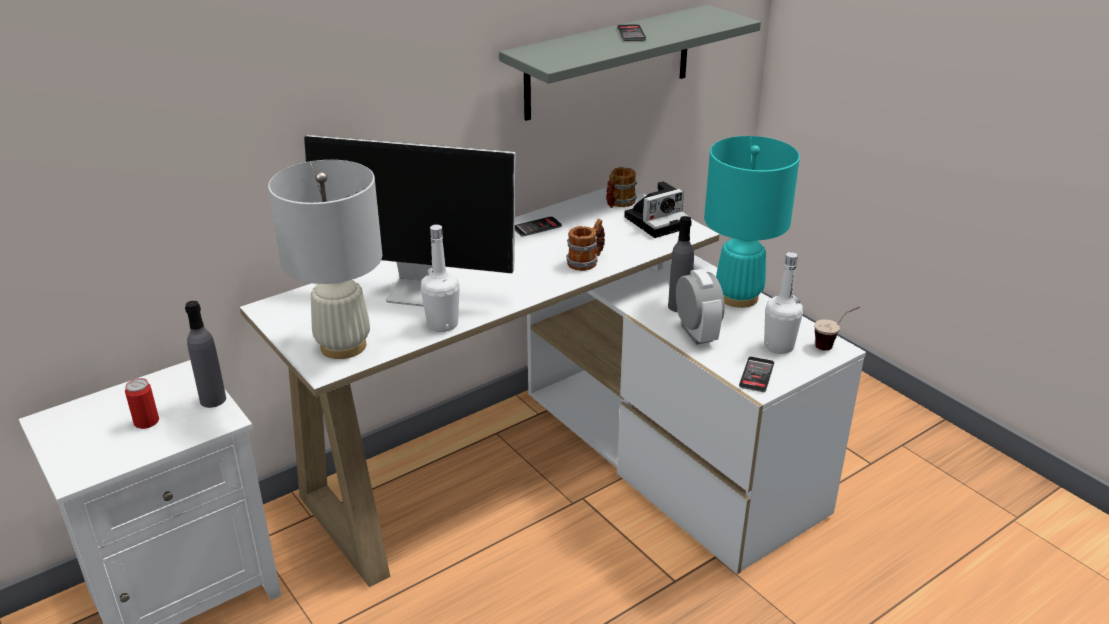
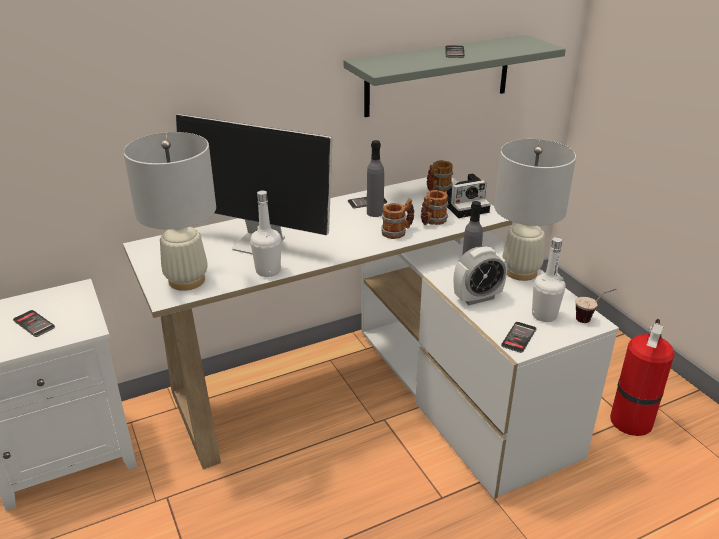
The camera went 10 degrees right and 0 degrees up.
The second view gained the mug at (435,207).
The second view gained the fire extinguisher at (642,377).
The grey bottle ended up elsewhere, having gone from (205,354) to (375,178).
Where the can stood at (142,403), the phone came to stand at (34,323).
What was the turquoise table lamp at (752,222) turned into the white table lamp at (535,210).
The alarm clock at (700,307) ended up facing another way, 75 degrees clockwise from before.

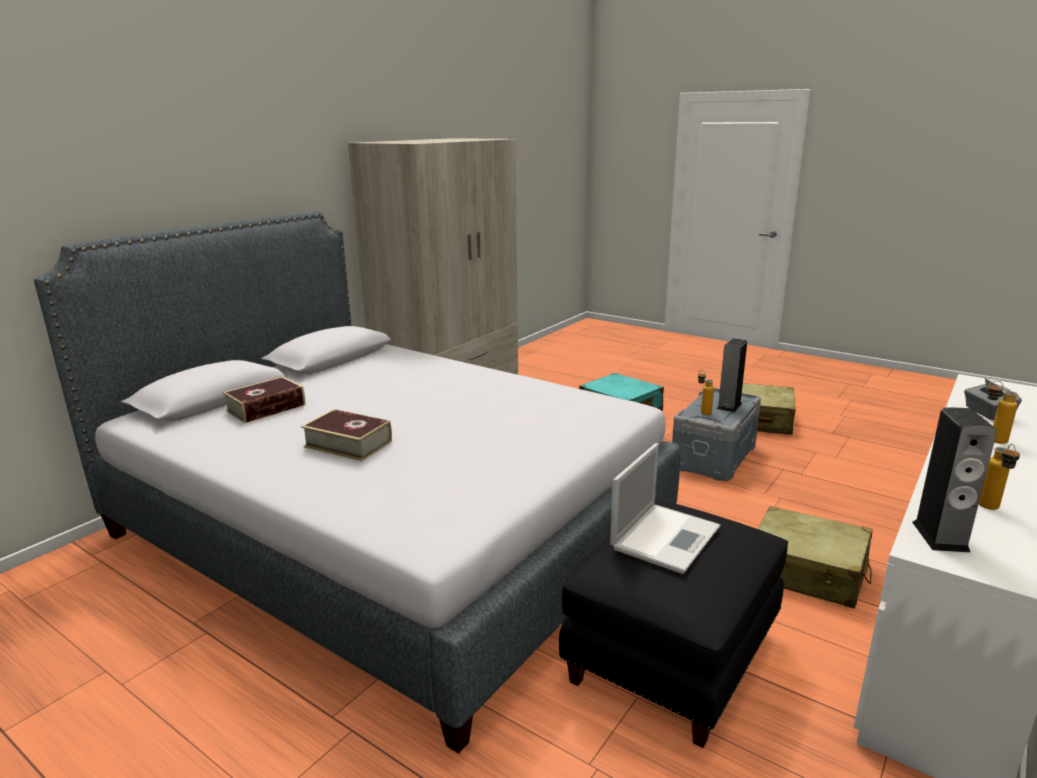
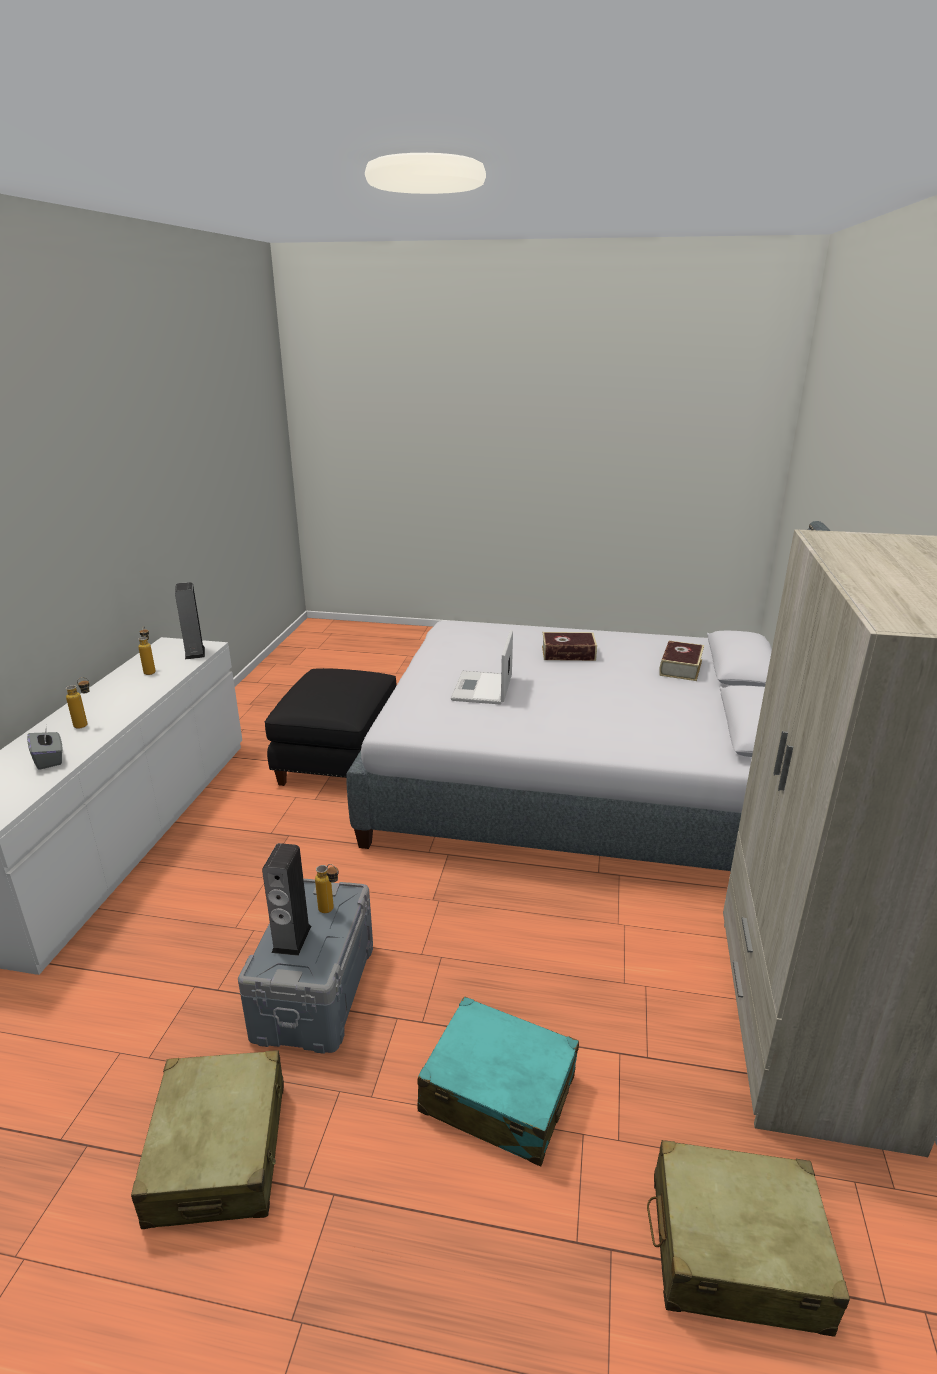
The camera went 155 degrees right and 5 degrees up.
The laptop ended up elsewhere, having gone from (665,508) to (482,667).
The beige suitcase ended up elsewhere, having gone from (815,557) to (748,1238).

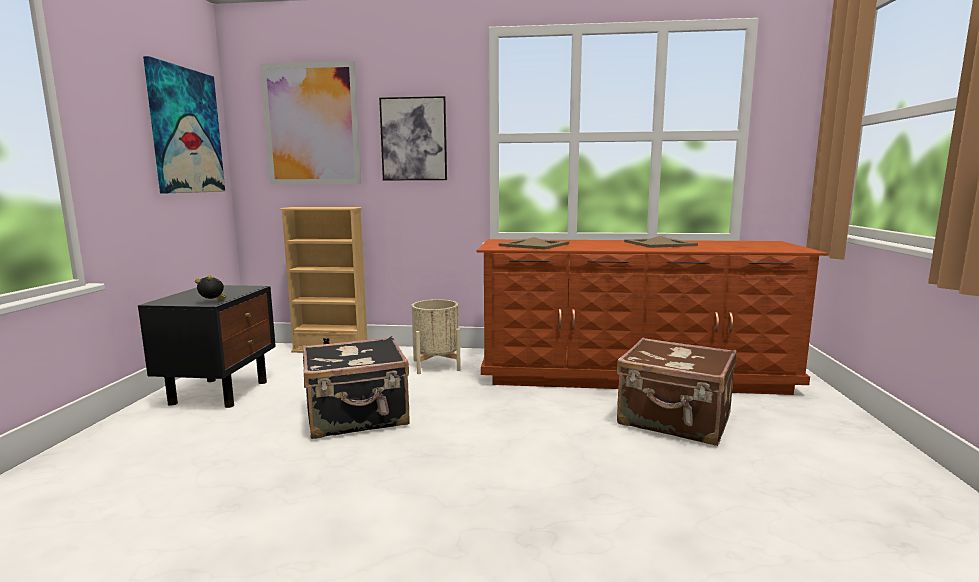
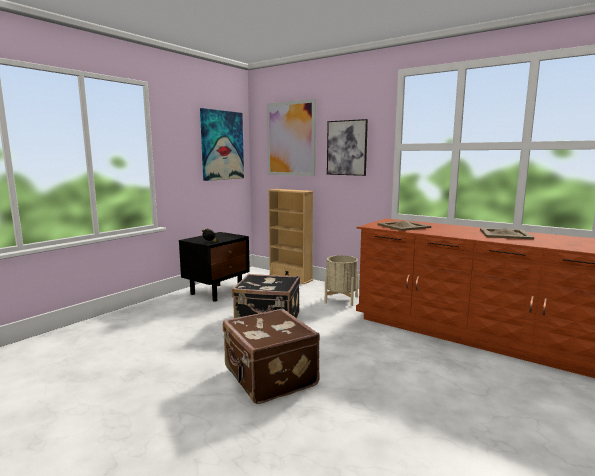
The camera went 30 degrees right and 0 degrees up.
The brown suitcase ended up elsewhere, having gone from (676,391) to (271,356).

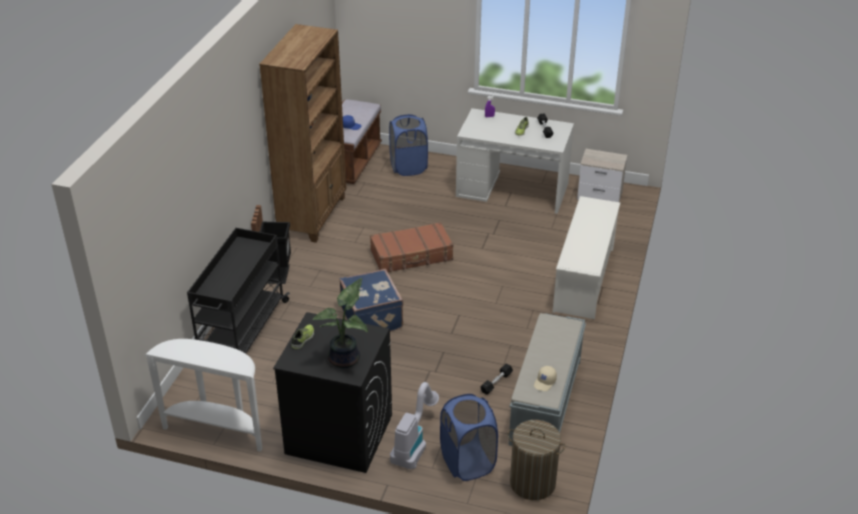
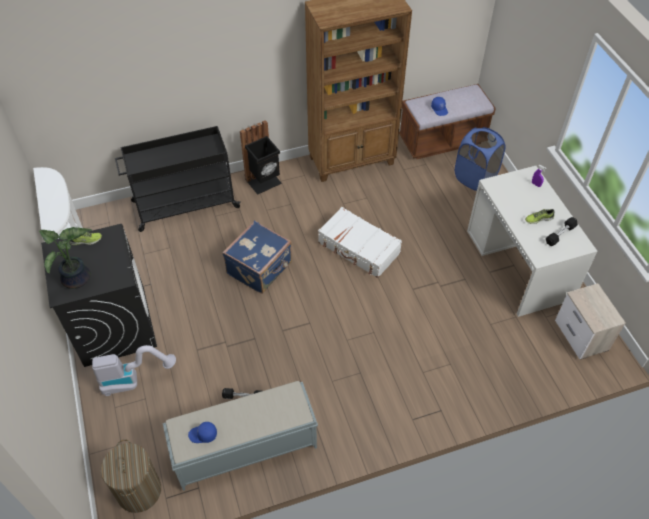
The camera went 55 degrees right and 15 degrees up.
The second view lost the blue laundry basket at (469,437).
The second view lost the white shoe rack at (586,257).
What was the brown suitcase at (411,247) turned into the white suitcase at (360,242).
What was the beige cap at (545,378) turned into the blue cap at (202,432).

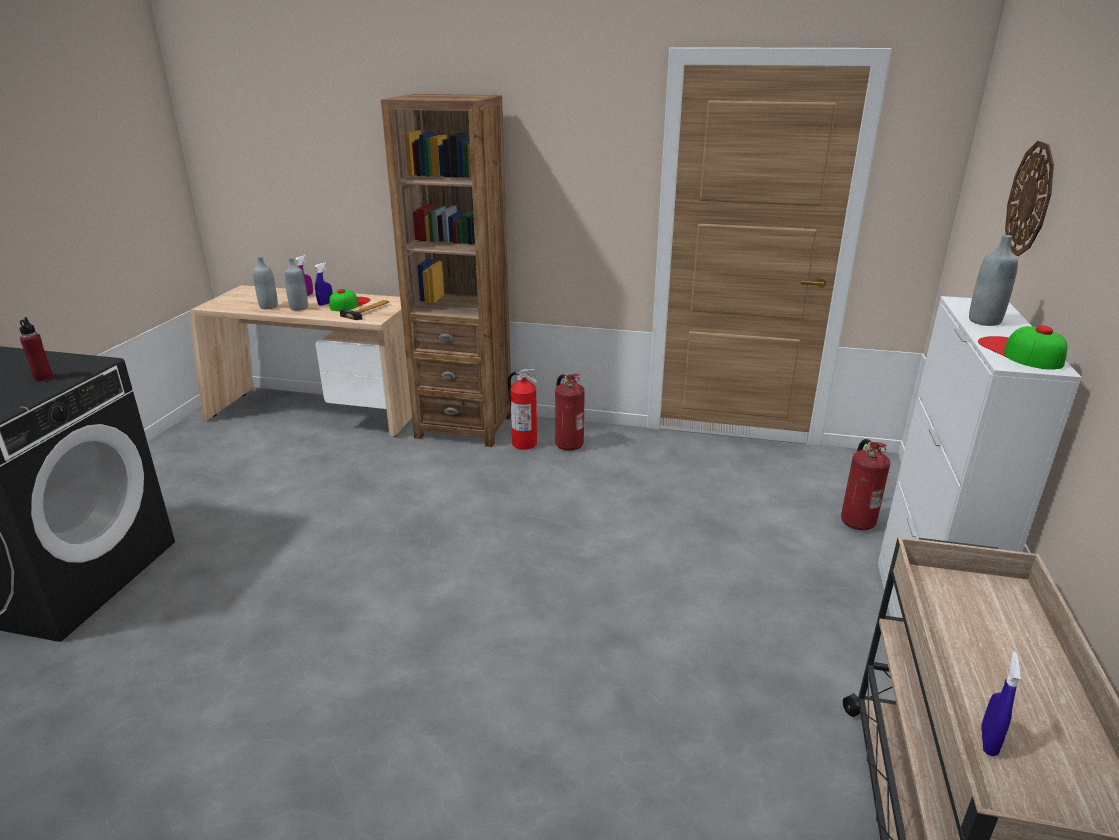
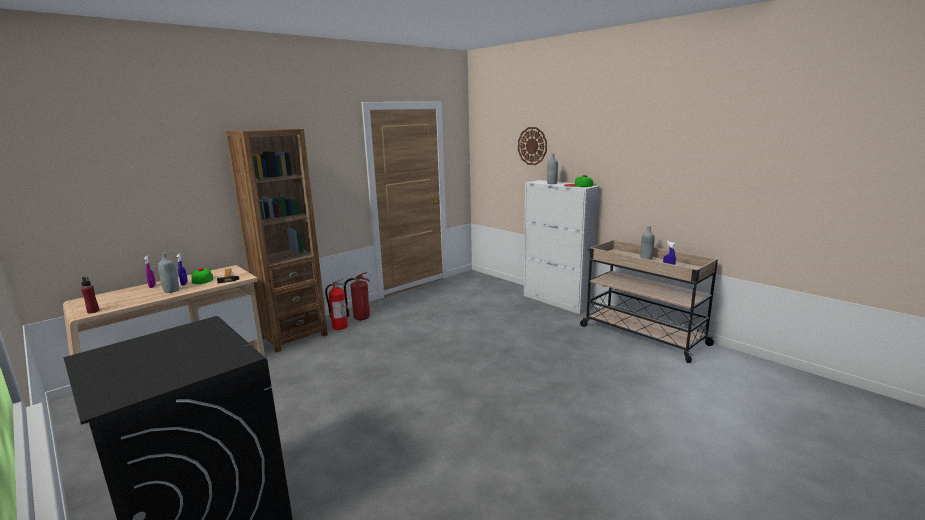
The camera went 55 degrees left and 10 degrees down.
The second view lost the fire extinguisher at (865,484).
The red bottle ended up elsewhere, having gone from (36,349) to (90,295).
The grey bottle ended up elsewhere, having gone from (265,282) to (647,243).

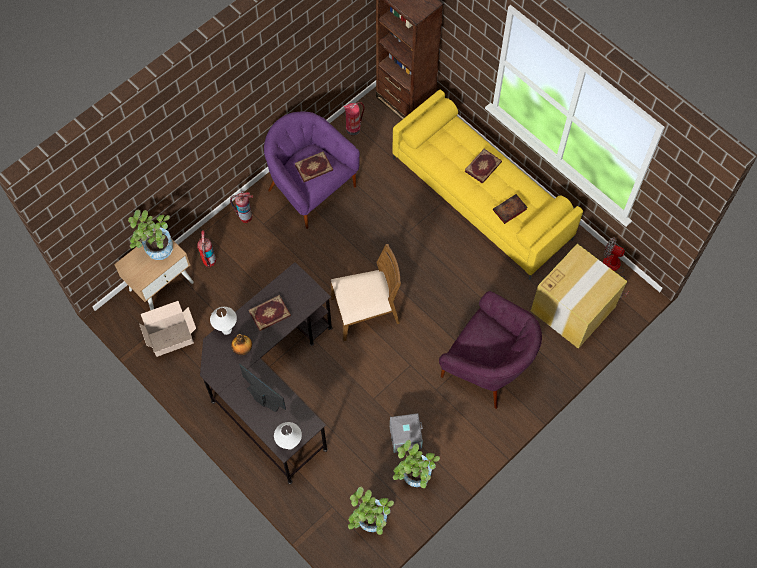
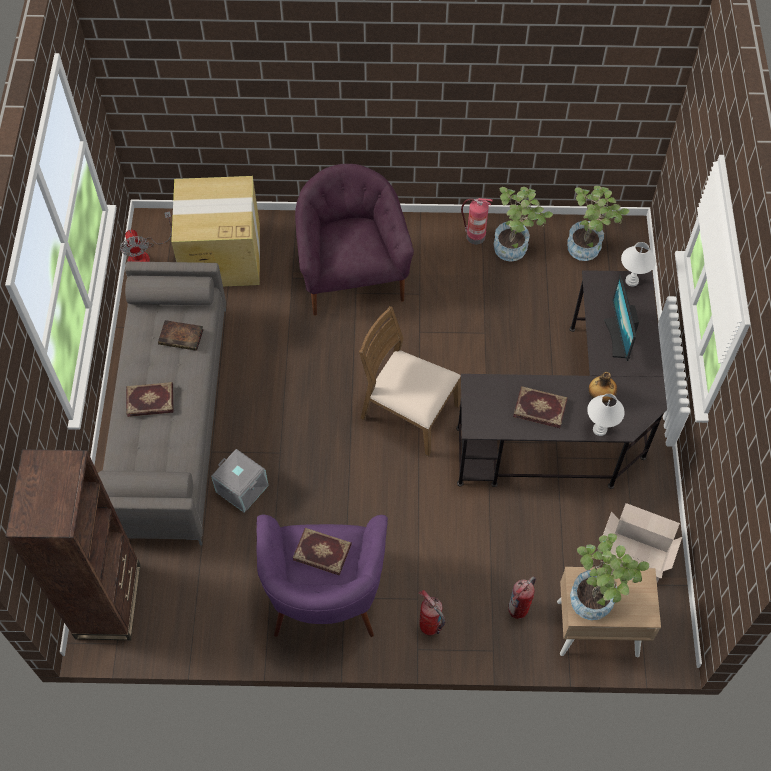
The camera went 135 degrees left and 5 degrees down.
The fire extinguisher ended up elsewhere, having gone from (354,119) to (477,221).
The grey storage box ended up elsewhere, having gone from (406,433) to (239,481).
What was the yellow sofa at (487,185) turned into the grey sofa at (162,403).

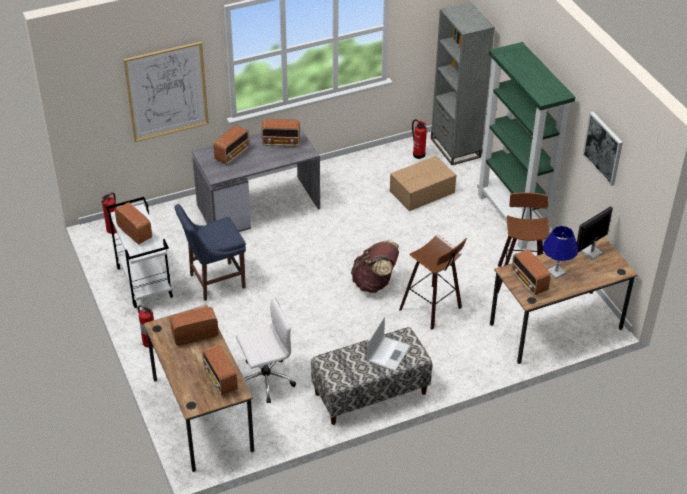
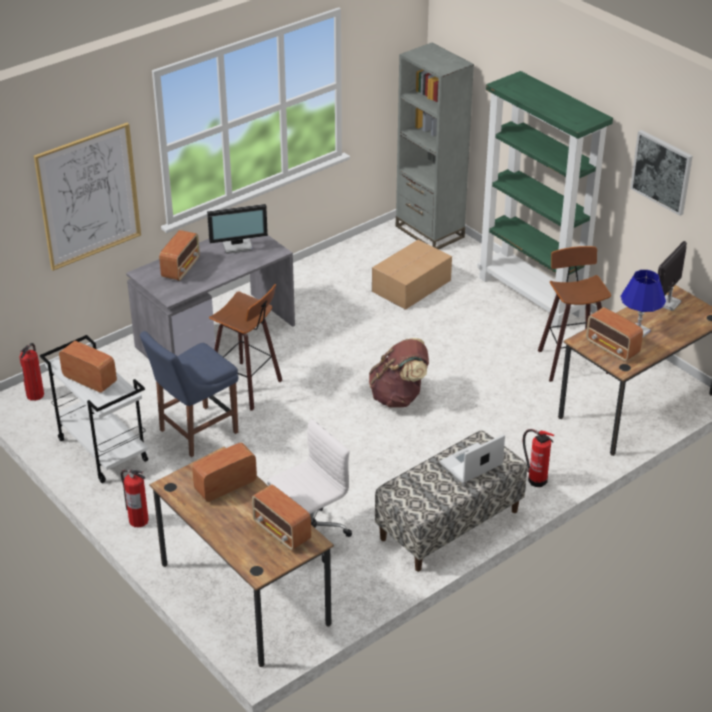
The camera went 15 degrees left and 5 degrees down.
The stool ended up elsewhere, having gone from (433,282) to (245,347).
The fire extinguisher ended up elsewhere, having gone from (419,139) to (538,458).
Where the radio stood at (281,133), the monitor came to stand at (237,229).
The laptop at (388,343) ended up facing another way, 135 degrees counterclockwise from before.

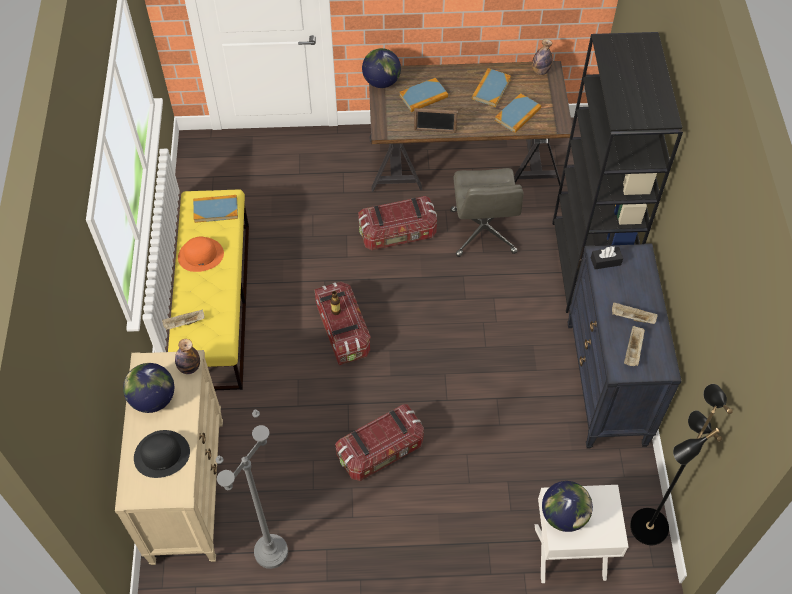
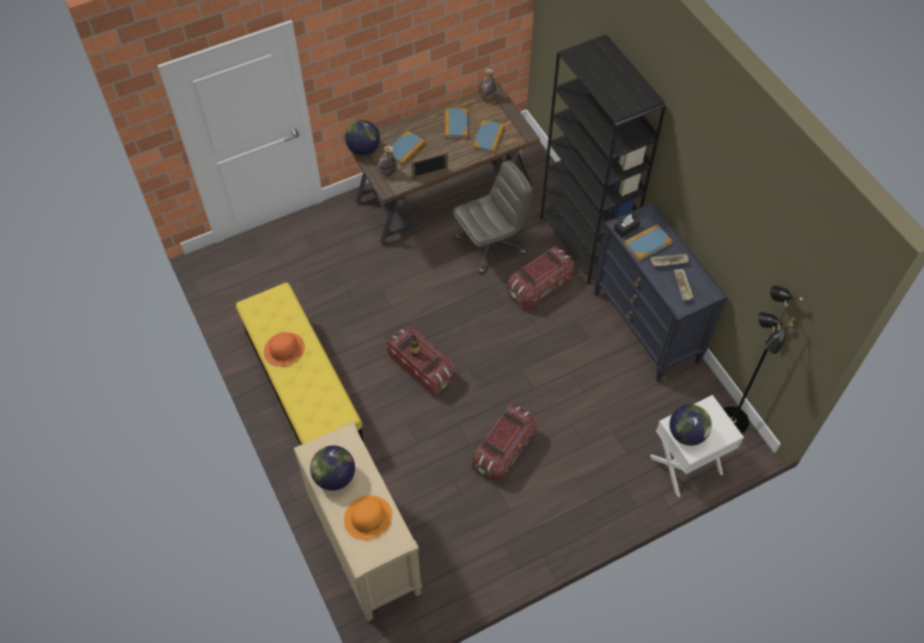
The camera went 25 degrees left and 0 degrees up.
The second view lost the beige tray at (183,320).
The second view lost the grey floor lamp at (252,489).
The bottle ended up elsewhere, having gone from (187,356) to (387,160).
The book ended up elsewhere, having gone from (215,209) to (648,242).
The storage box ended up elsewhere, having gone from (397,223) to (540,277).
What was the black hat at (162,454) turned into the orange hat at (368,517).
The grey office chair at (487,212) ended up facing another way, 90 degrees counterclockwise from before.

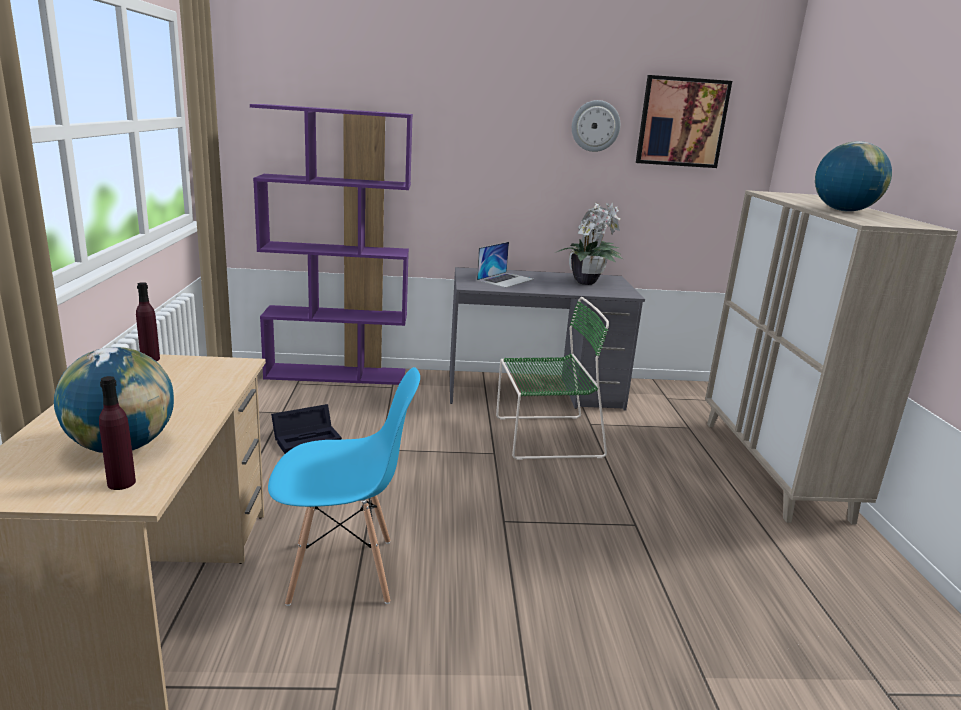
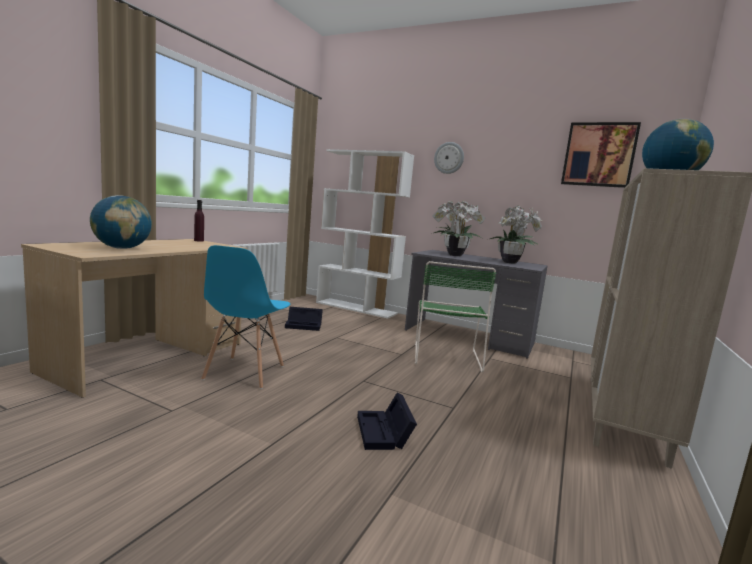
The camera went 30 degrees right and 10 degrees down.
The second view lost the purple bottle at (117,433).
The second view gained the black storage box at (387,421).
The wall clock ended up elsewhere, having gone from (596,126) to (449,158).
Where the laptop stood at (505,265), the potted plant came to stand at (459,228).
What was the purple bookcase at (331,244) turned into the white bookcase at (365,234).
The blue chair at (344,486) ended up facing another way, 75 degrees clockwise from before.
The green chair at (552,378) ended up facing another way, 75 degrees clockwise from before.

